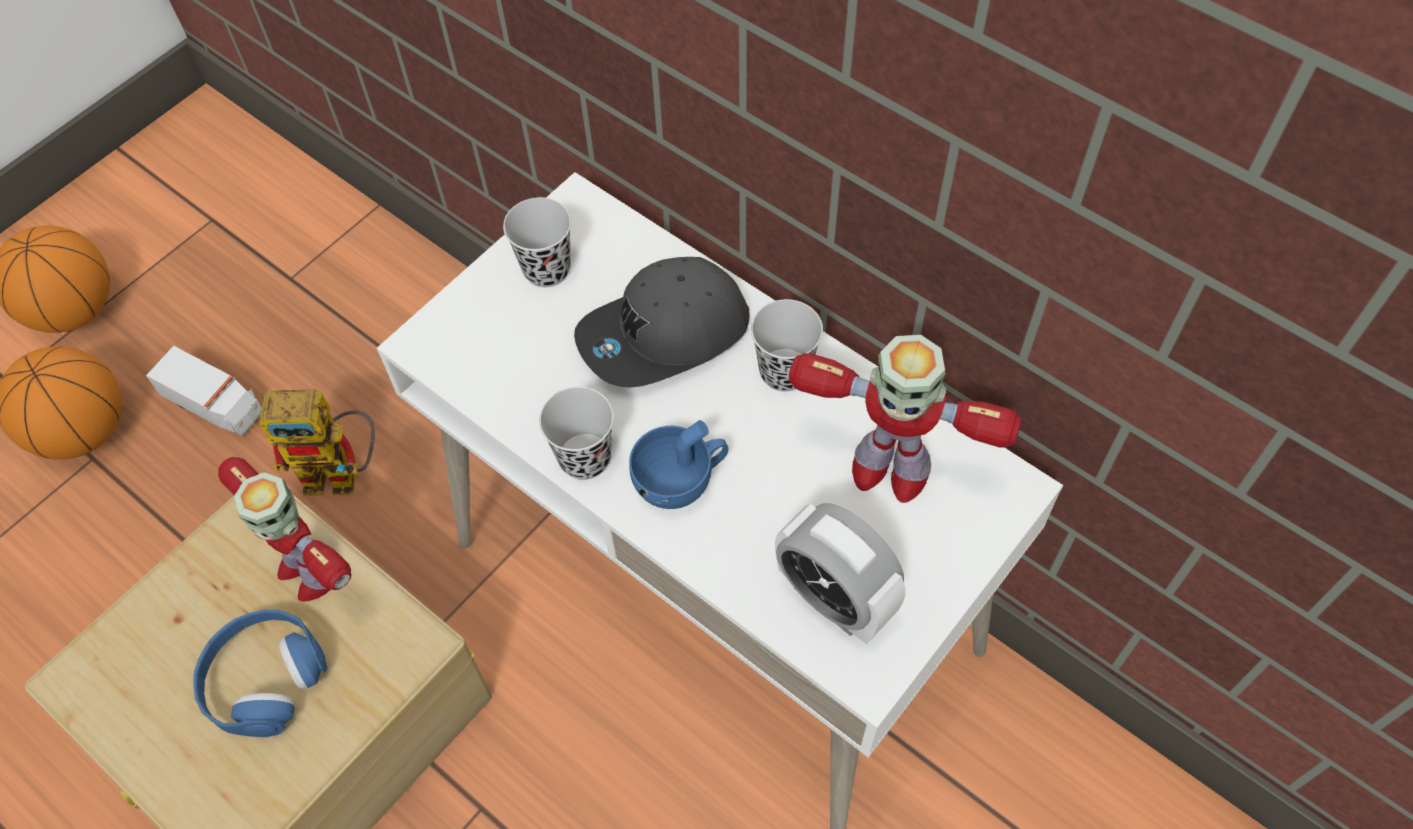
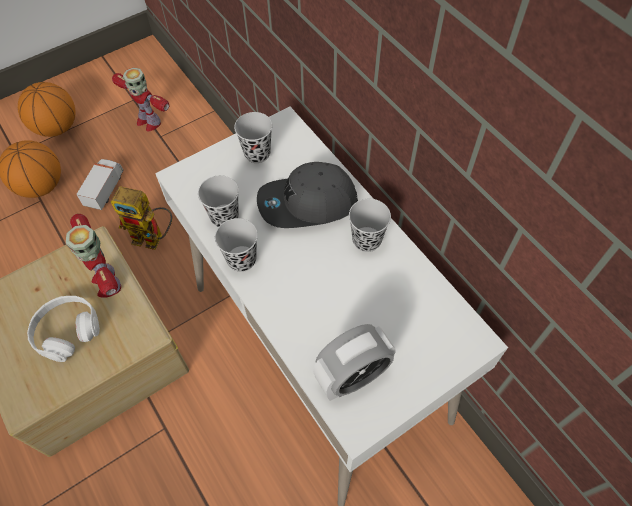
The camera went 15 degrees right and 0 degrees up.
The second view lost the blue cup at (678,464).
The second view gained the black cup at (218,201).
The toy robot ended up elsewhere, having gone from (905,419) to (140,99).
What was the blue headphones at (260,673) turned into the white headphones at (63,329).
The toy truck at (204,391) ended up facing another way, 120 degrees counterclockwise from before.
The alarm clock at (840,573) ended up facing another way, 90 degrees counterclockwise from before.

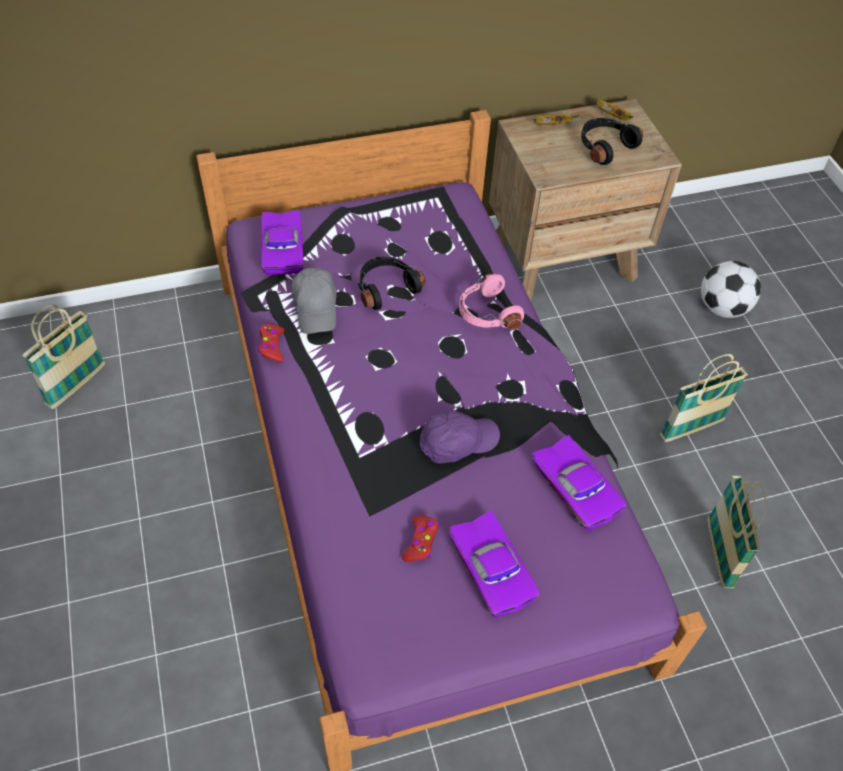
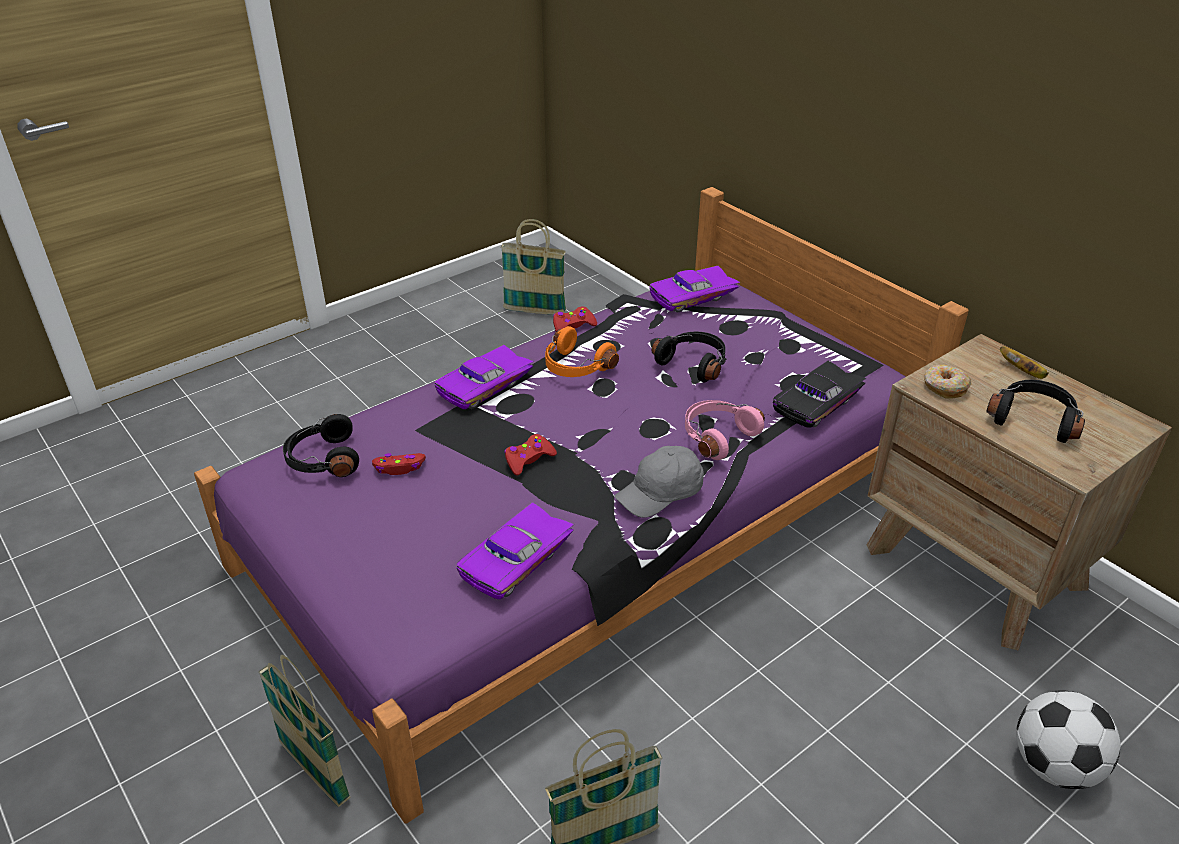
The camera went 70 degrees right and 15 degrees down.
The second view lost the banana at (615,110).
The second view gained the black headphones at (321,445).
The second view gained the orange headphones at (582,351).
The second view gained the black toy car at (819,394).
The second view gained the donut at (948,382).
The grey cap ended up elsewhere, having gone from (314,301) to (659,482).
The purple toy car ended up elsewhere, having gone from (494,564) to (484,377).
The basket ended up elsewhere, having gone from (704,398) to (304,731).
Where the purple cap stood at (460,437), the red game controller came to stand at (530,455).

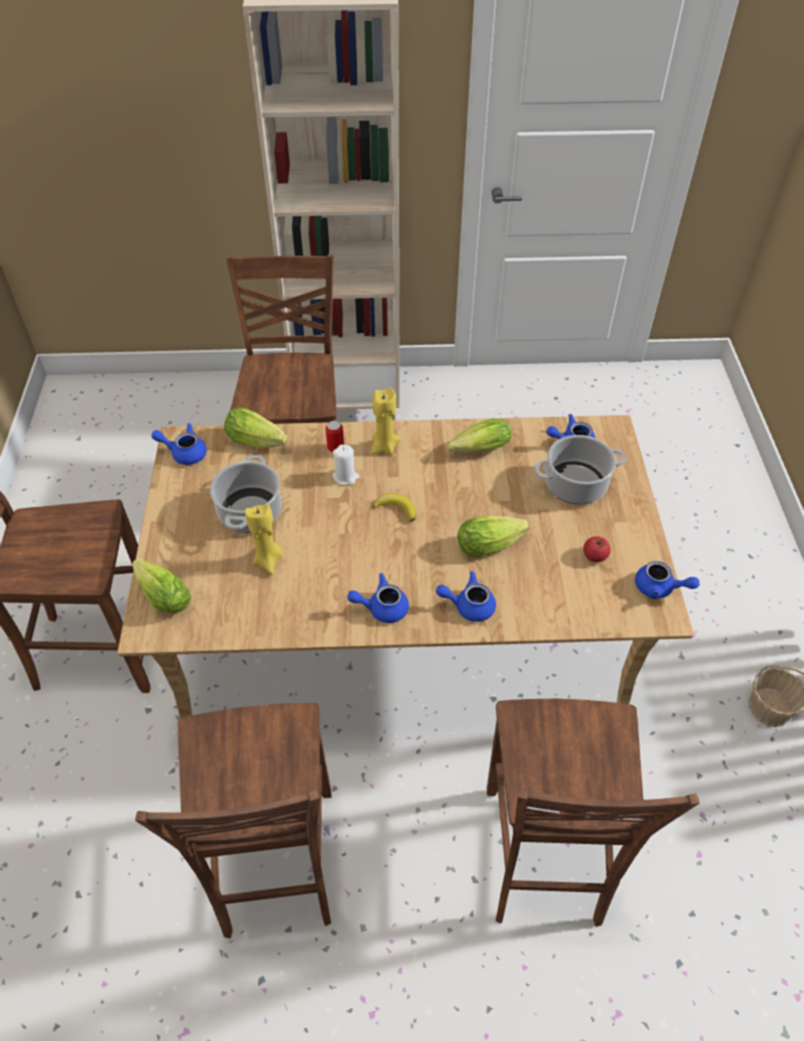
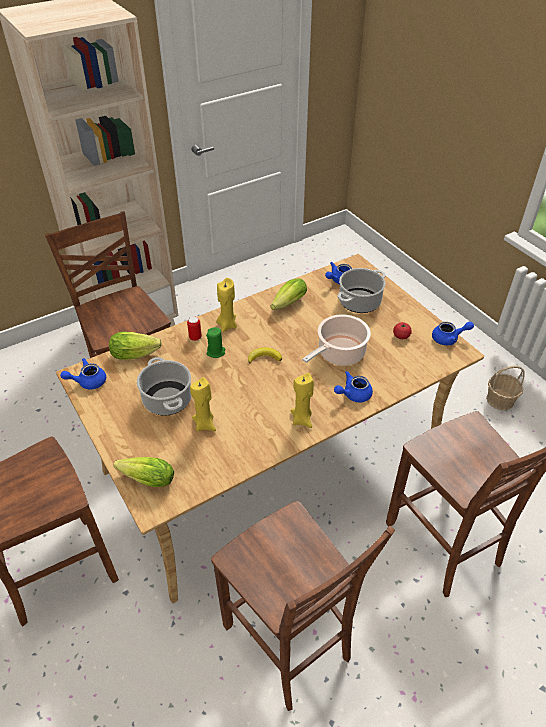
The camera went 30 degrees left and 5 degrees down.
Where the blue teapot stood at (378,598), the yellow candle came to stand at (302,400).
Where the lettuce stood at (493,536), the cooking pot came to stand at (336,340).
What was the white candle at (346,465) turned into the green candle at (215,342).

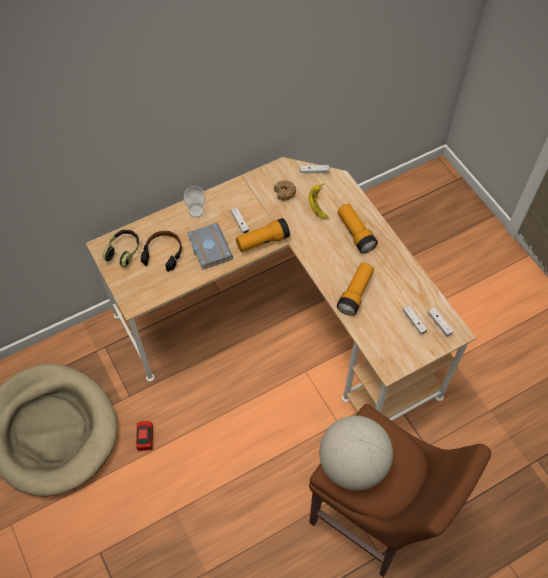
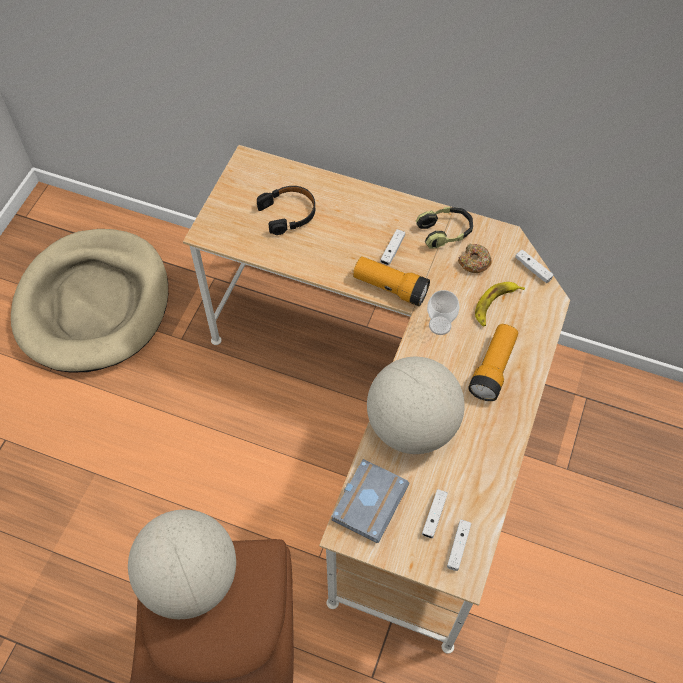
The camera went 50 degrees right and 0 degrees up.
The second view lost the toy car at (144,436).
The headphones ended up elsewhere, having gone from (121,249) to (444,227).
The cup ended up elsewhere, having gone from (194,202) to (443,312).
The grey book ended up elsewhere, having gone from (210,246) to (370,501).
Where the flashlight stood at (355,289), the globe came to stand at (416,405).

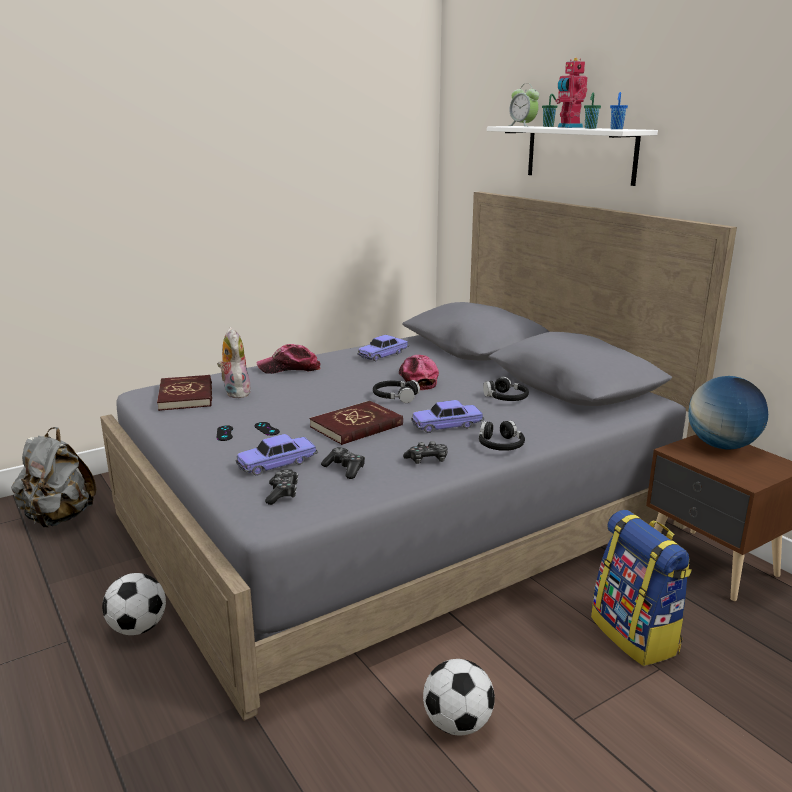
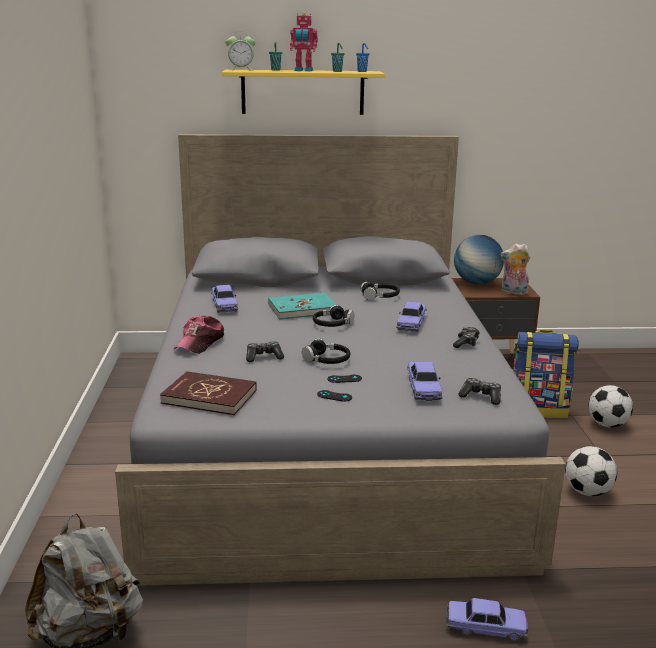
The camera went 60 degrees left and 0 degrees up.
The second view lost the red book at (356,423).
The second view gained the toy car at (487,619).
The football ended up elsewhere, having gone from (134,604) to (610,406).
The plush toy ended up elsewhere, having gone from (234,362) to (515,269).
The game controller ended up elsewhere, having gone from (343,463) to (265,351).
The black headphones ended up elsewhere, having gone from (502,435) to (326,351).
Where the cap stood at (419,372), the turquoise book came to stand at (302,306).
What was the white shelf at (572,156) turned into the yellow shelf at (303,92).

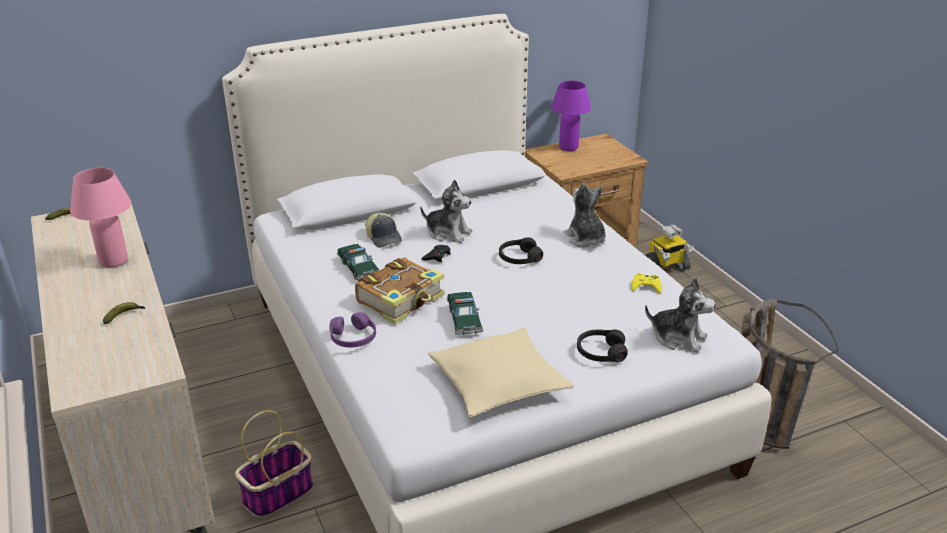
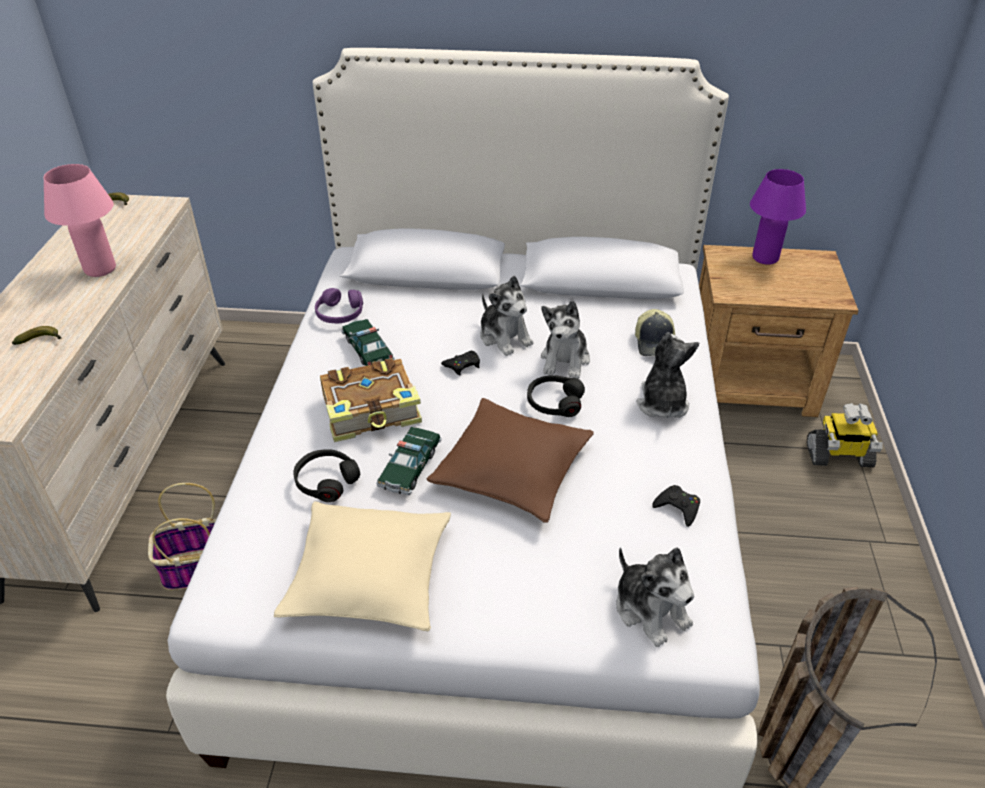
The camera went 30 degrees right and 10 degrees up.
The second view gained the brown pillow at (510,460).
The second view gained the plush toy at (565,340).
The purple headphones ended up elsewhere, having gone from (352,330) to (339,305).
The cap ended up elsewhere, having gone from (383,230) to (655,332).
The black headphones ended up elsewhere, having gone from (602,345) to (326,475).
What was the yellow game controller at (646,283) turned into the black game controller at (676,506).
The toy car at (358,262) ended up facing another way, 150 degrees clockwise from before.

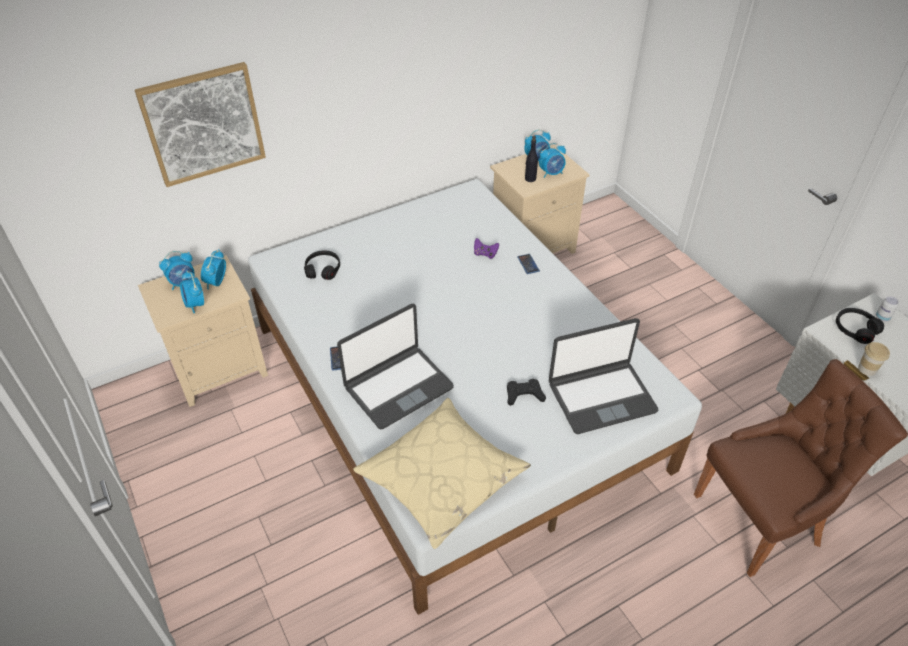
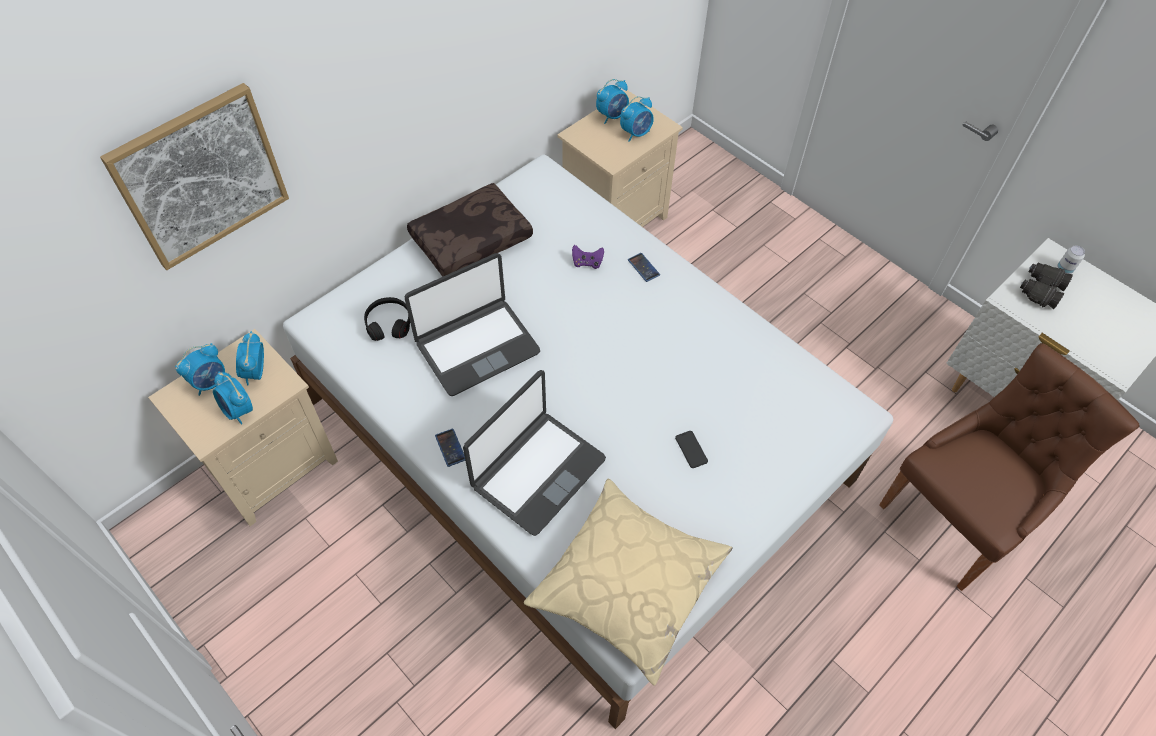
The camera went 15 degrees left and 10 degrees up.
The second view lost the black bottle at (531,159).
The second view lost the cup at (874,359).
The second view gained the brown pillow at (470,229).
The laptop ended up elsewhere, having gone from (604,376) to (472,324).
Where the black game controller stood at (526,392), the phone came to stand at (691,449).
Where the black headphones stood at (860,326), the black binoculars came to stand at (1046,286).

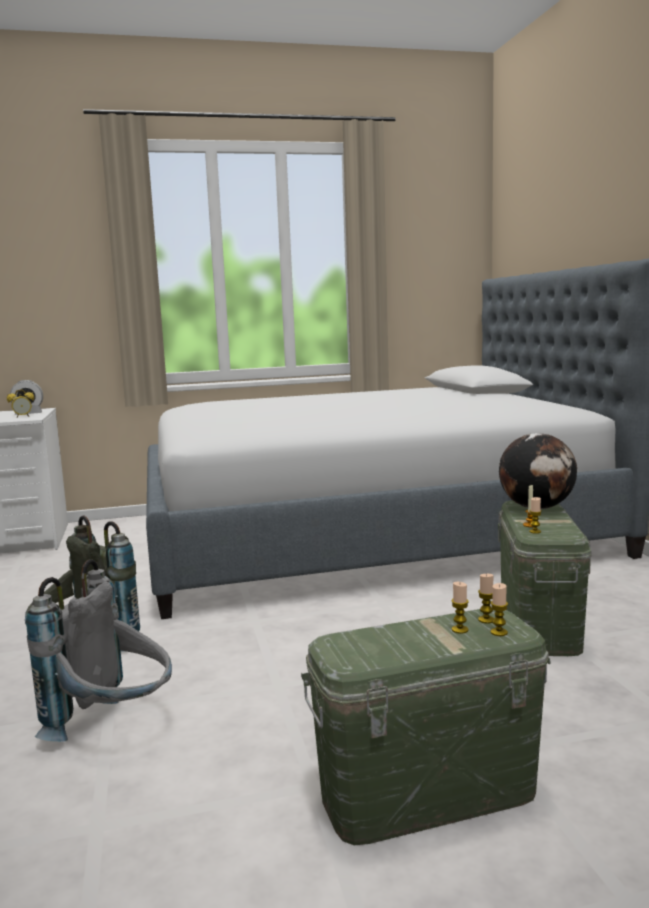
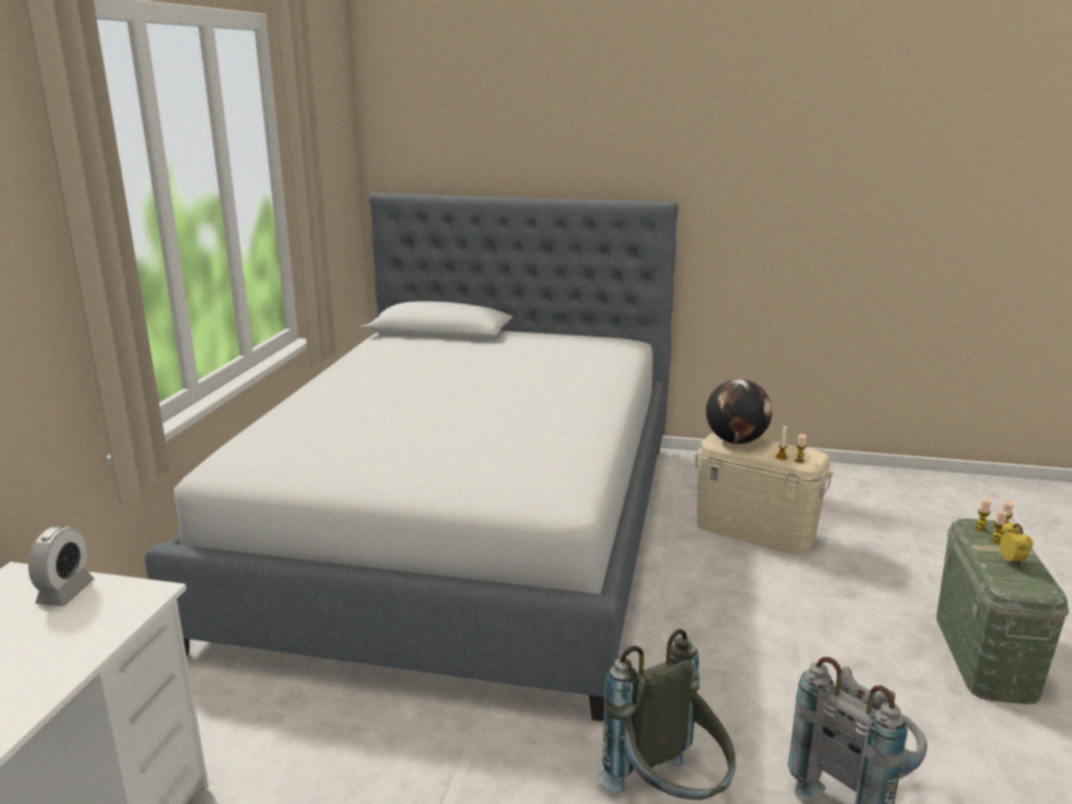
The camera went 65 degrees left and 10 degrees up.
The alarm clock ended up elsewhere, having gone from (20,404) to (1016,544).
What was the green storage box at (544,578) turned into the beige storage box at (764,494).

